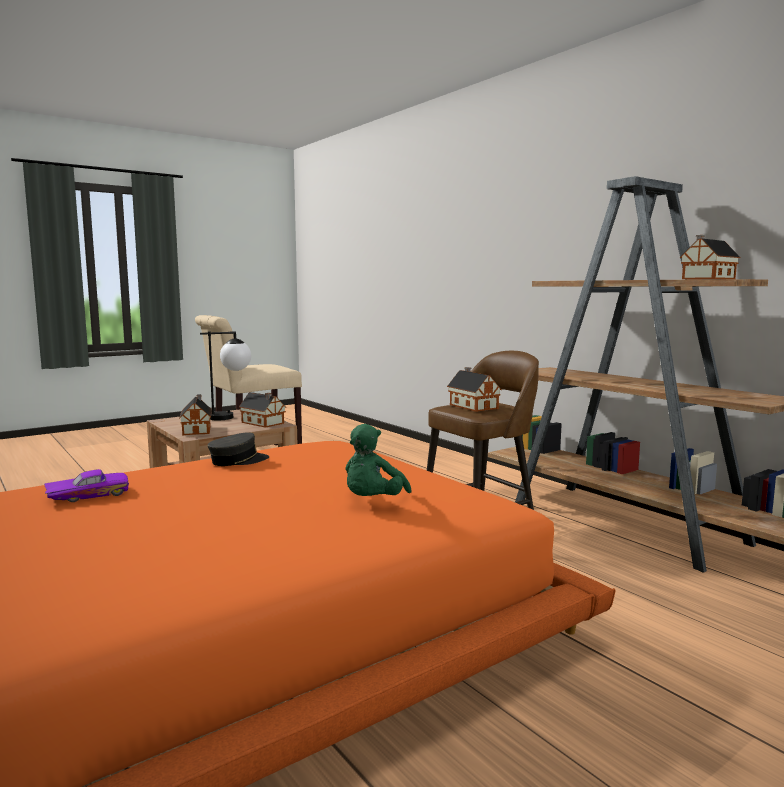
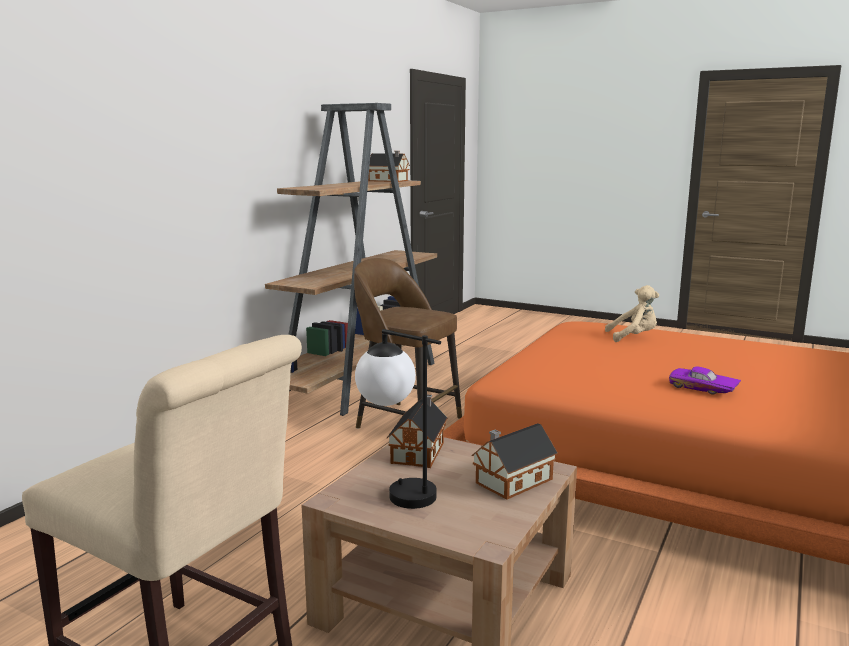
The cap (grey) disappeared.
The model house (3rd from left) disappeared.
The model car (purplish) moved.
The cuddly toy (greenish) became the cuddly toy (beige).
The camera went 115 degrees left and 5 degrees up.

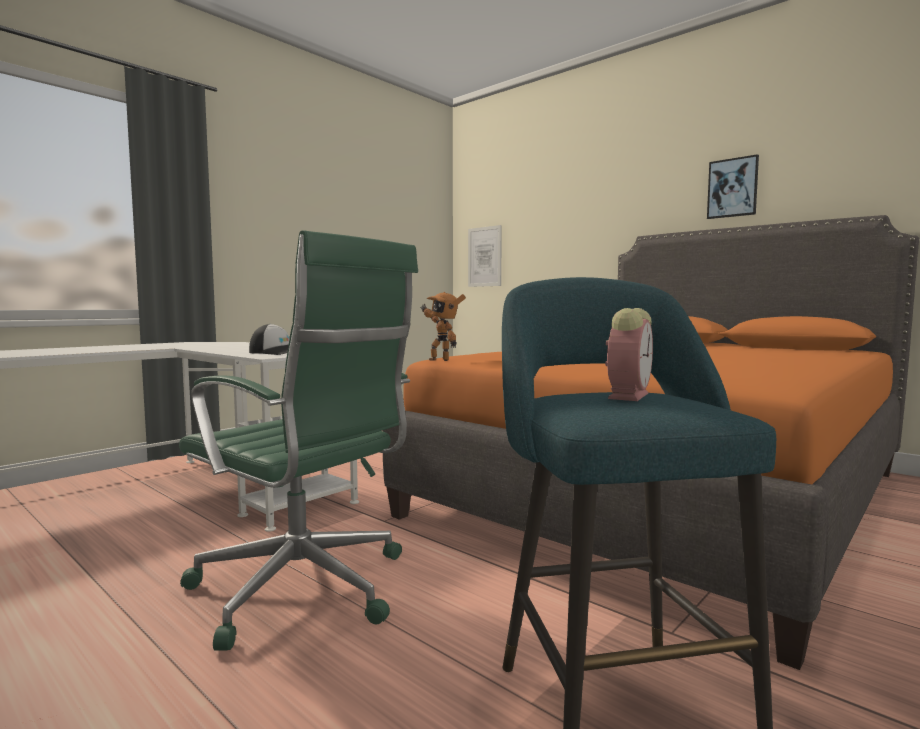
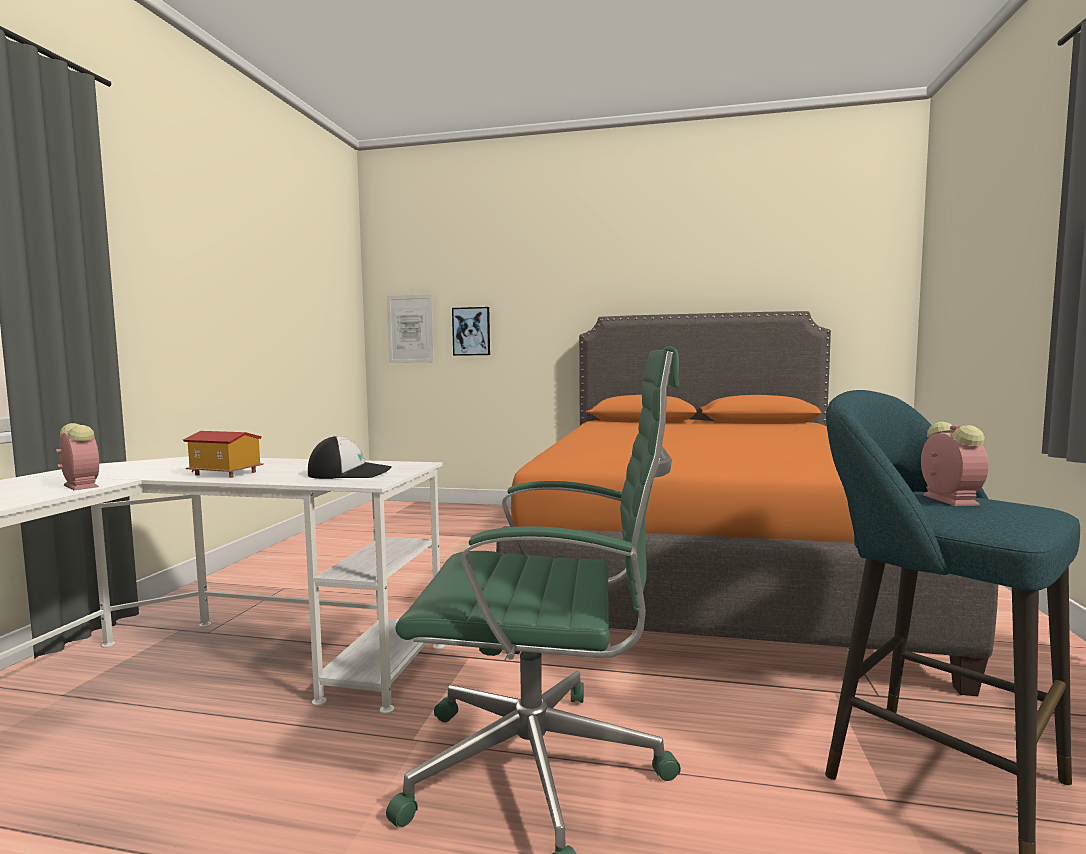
The model robot disappeared.
The alarm clock (1st from left) appeared.
The model house appeared.
The wall art (2nd from left) moved.
The camera went 30 degrees left and 0 degrees up.

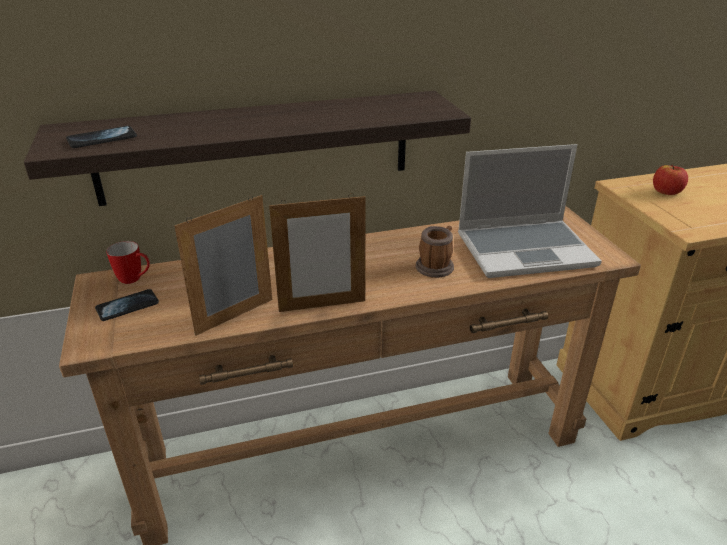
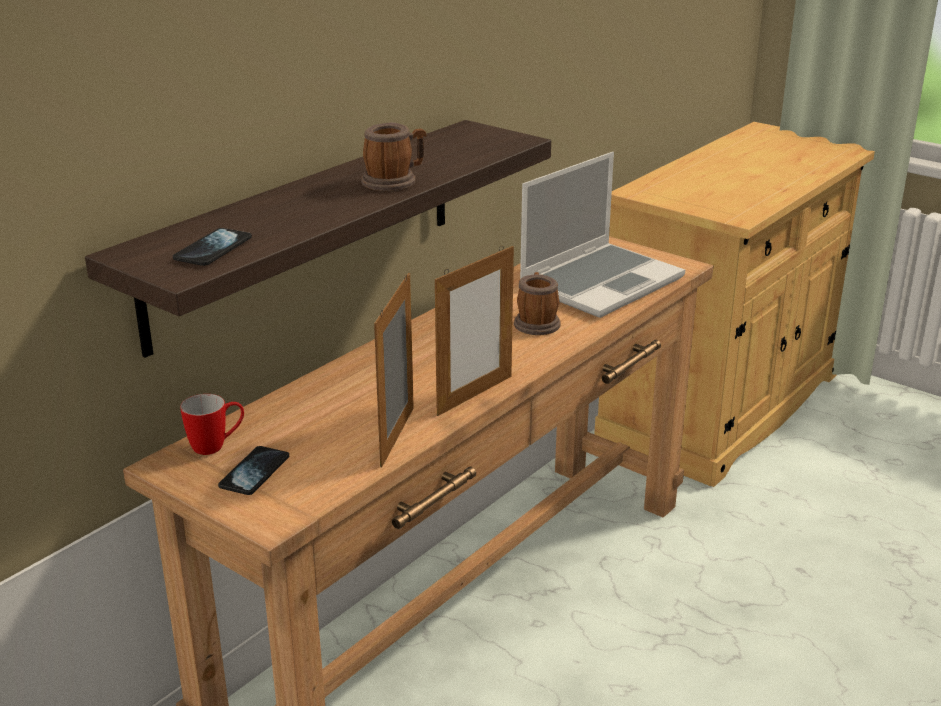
The apple fruit disappeared.
The mug (2nd from left) appeared.
The camera went 35 degrees left and 5 degrees down.

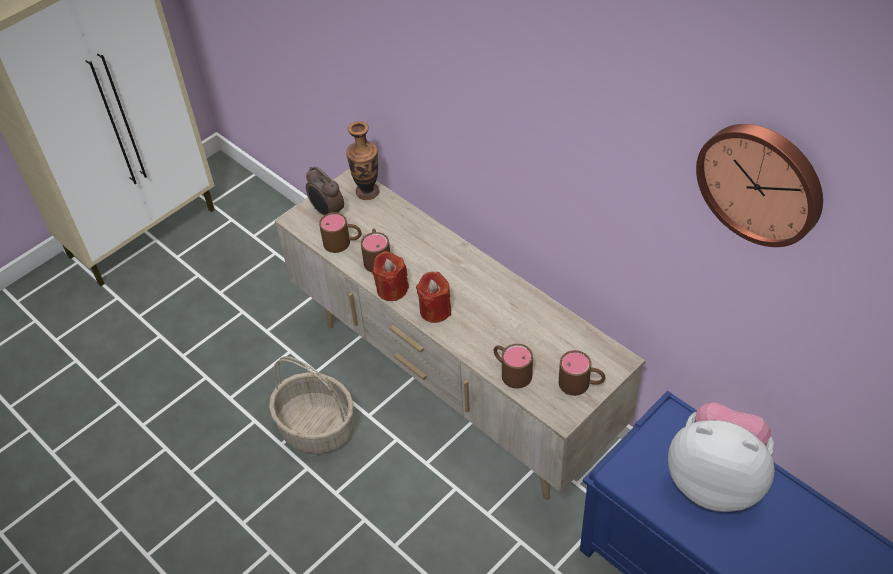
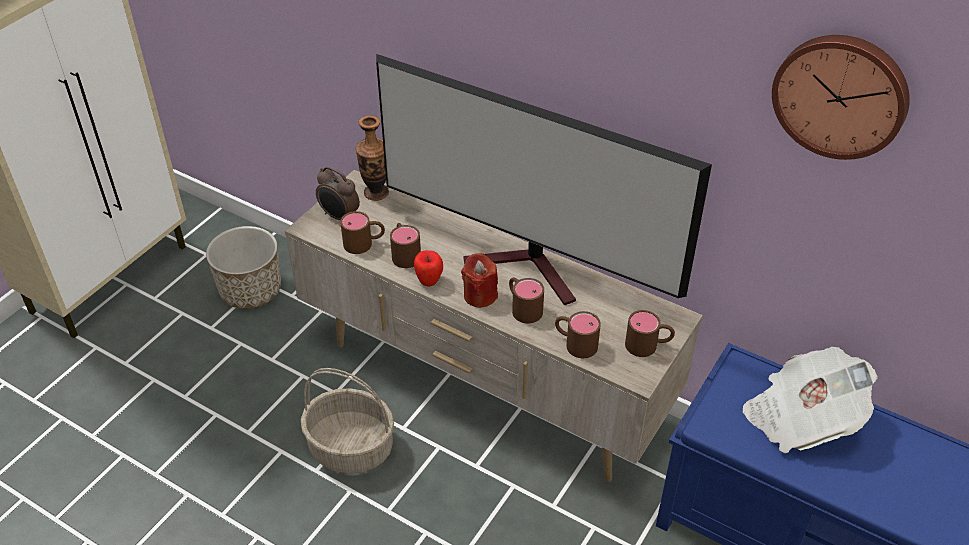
The flower pot appeared.
The TV set appeared.
The mug (brown) (3rd from left) appeared.
The wax light (reddish) (1st from left) was replaced by the apple fruit.
The cuddly toy was replaced by the newspaper.
The camera went 15 degrees left and 5 degrees down.

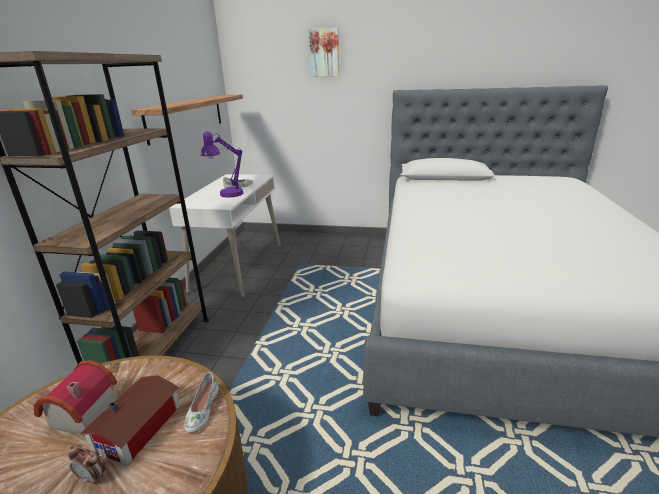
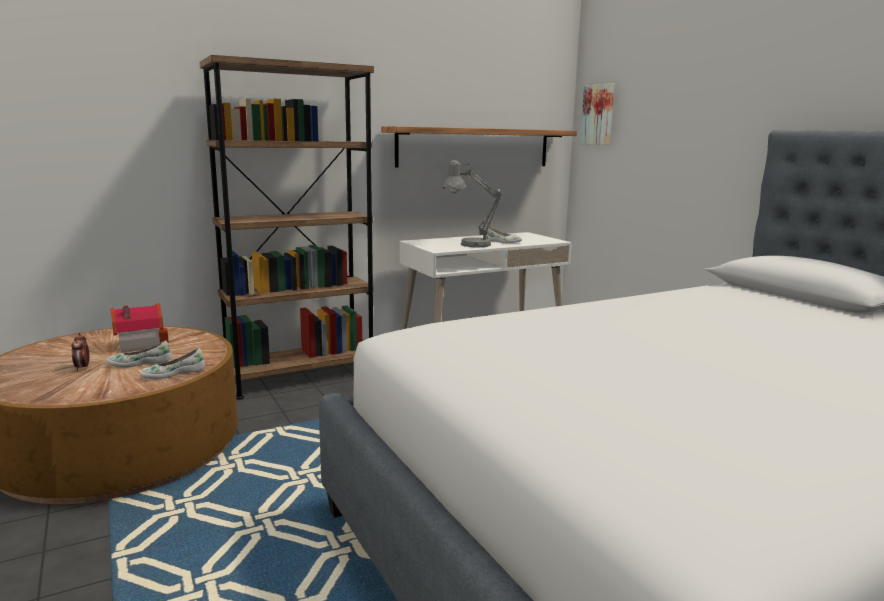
The wall art moved.
The model house (2nd from left) was replaced by the shoe (white) (1st from left).
The tabletop lamp (purplish) became the tabletop lamp (grey).
The camera went 50 degrees right and 10 degrees down.

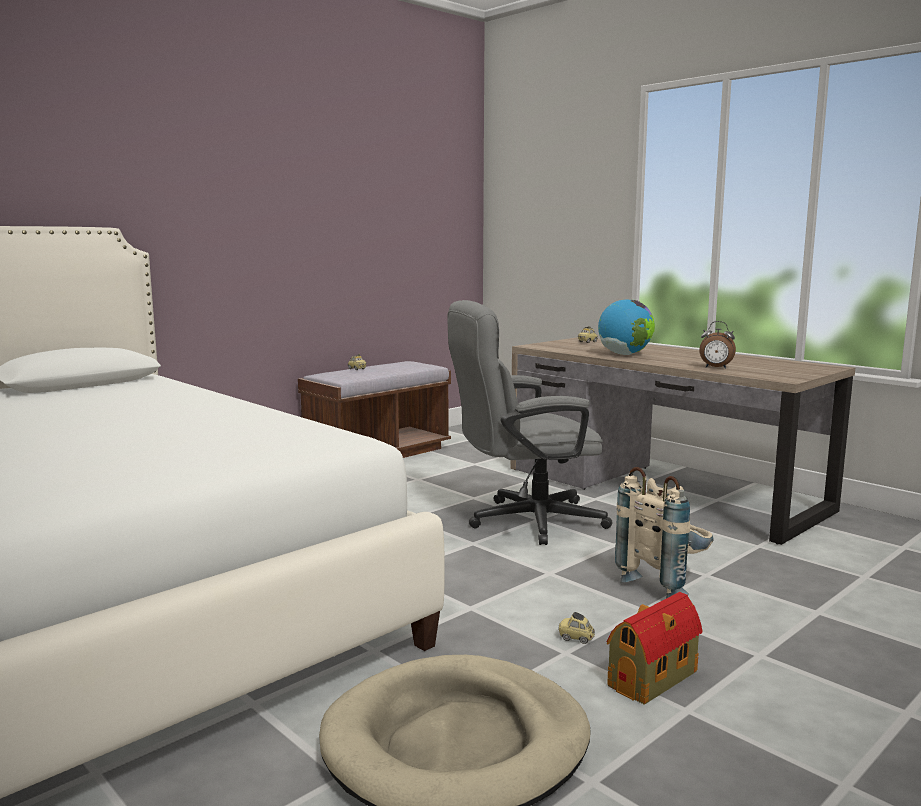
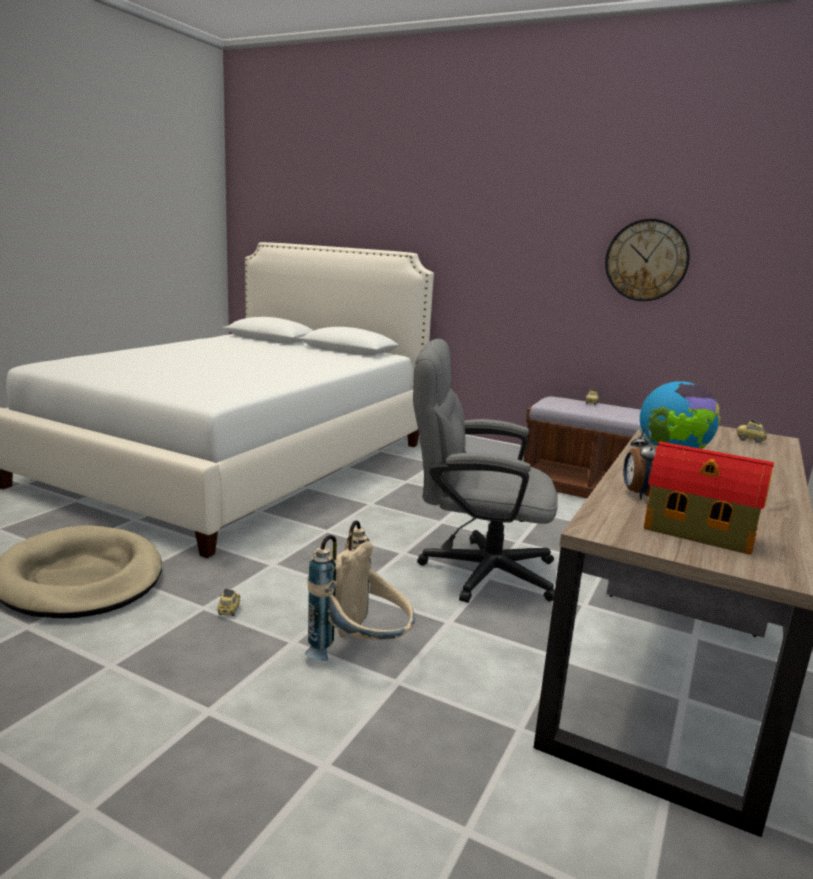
The hanging clock appeared.
The model house moved.
The computer chair (grey) turned 45 degrees counterclockwise.
The camera went 70 degrees right and 5 degrees up.

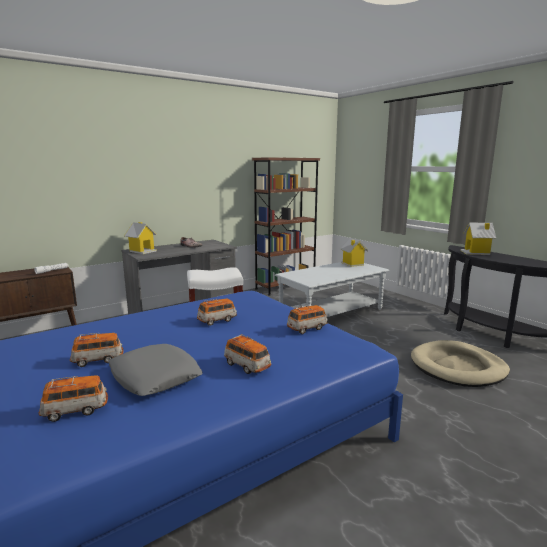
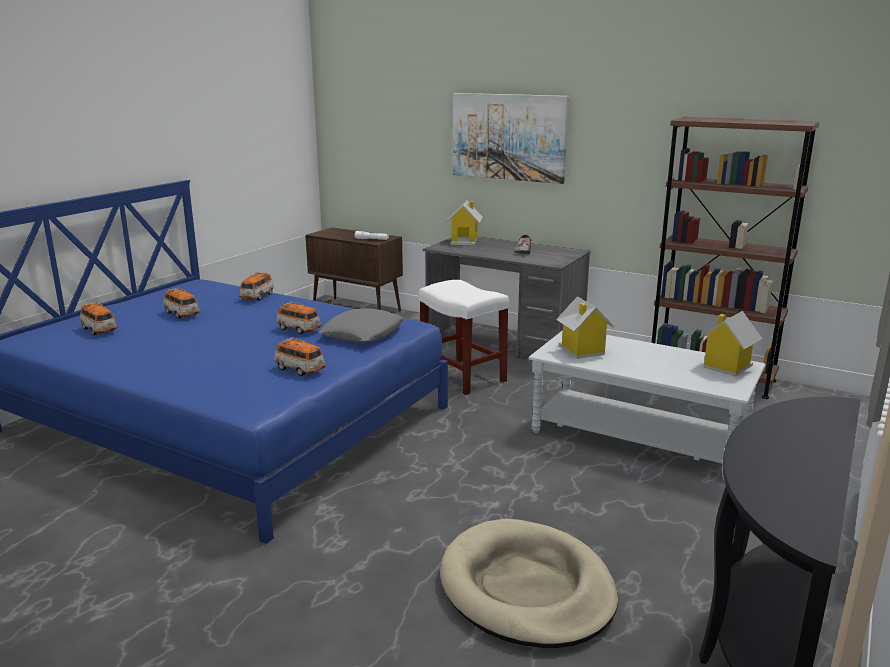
The wall art appeared.
The cushion (grey) moved.
The model car (4th from left in the first image) moved.
The model house (3rd from left in the first image) moved.
The camera went 65 degrees right and 5 degrees up.

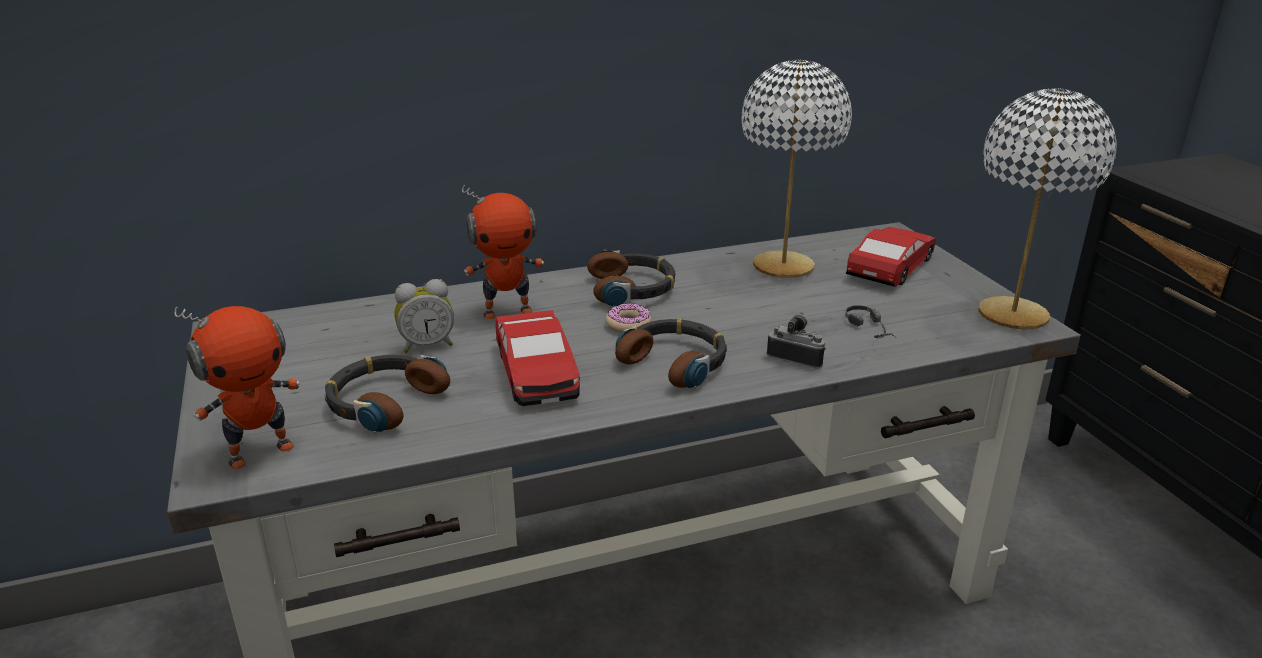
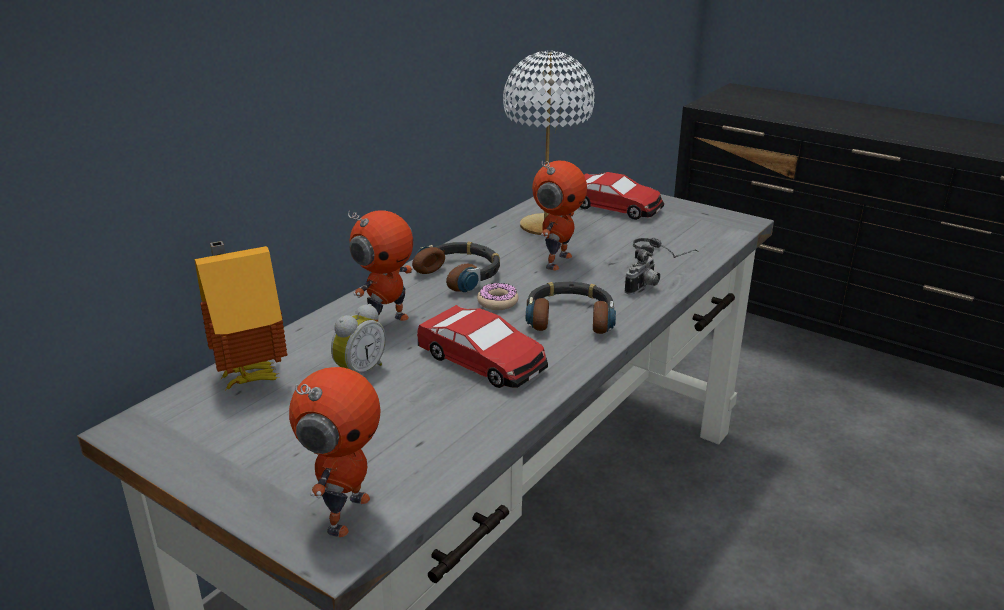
The headphones (1st from left) disappeared.
The tabletop lamp (white) (2nd from left) disappeared.
The model house appeared.
The model robot (3rd from left) appeared.
The still camera turned 135 degrees clockwise.
The model car (2nd from left) turned 120 degrees clockwise.
The camera went 35 degrees left and 0 degrees up.

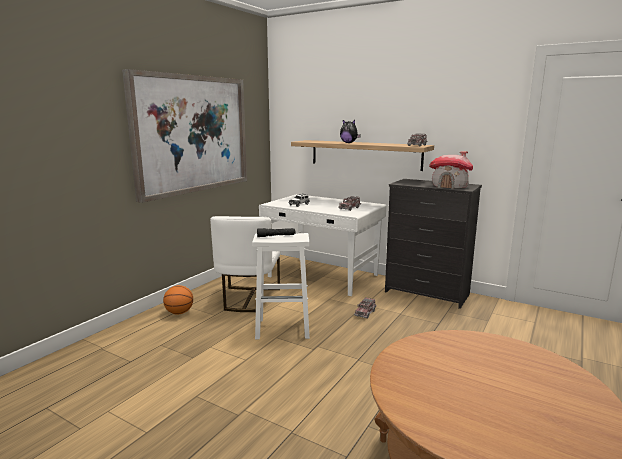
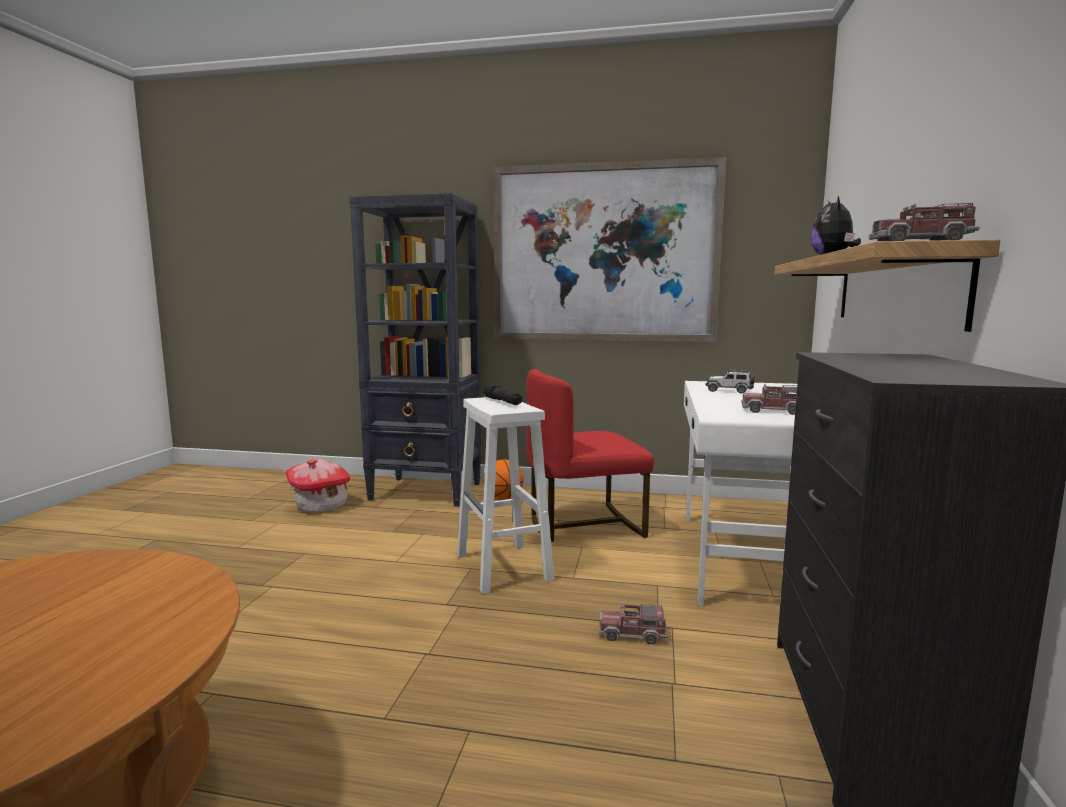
The bookcase (black) appeared.
The model house moved.
The plain chair (white) became the plain chair (reddish).
The camera went 70 degrees right and 5 degrees down.

